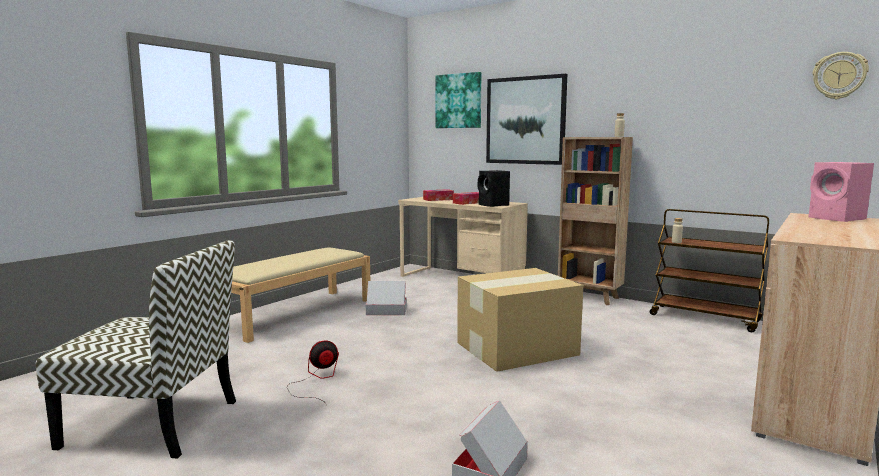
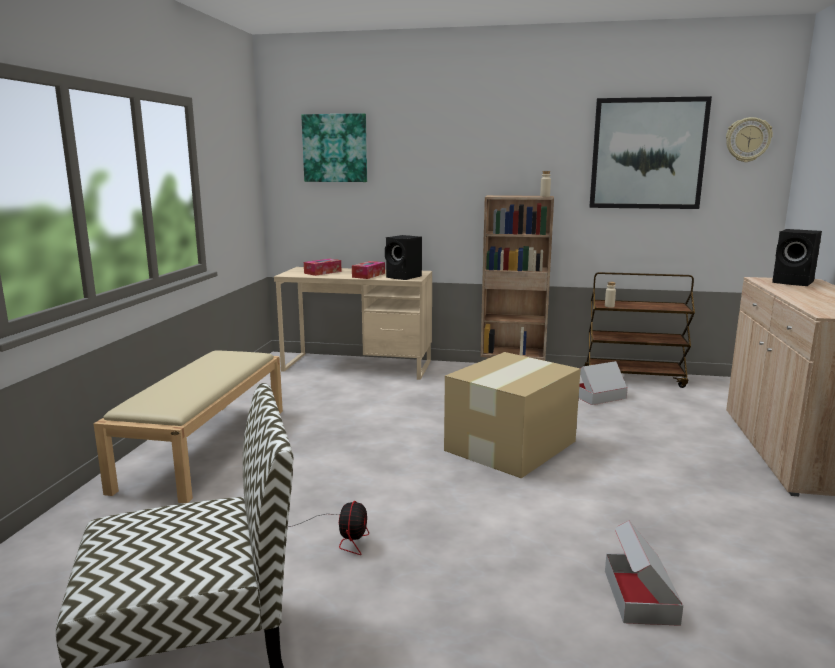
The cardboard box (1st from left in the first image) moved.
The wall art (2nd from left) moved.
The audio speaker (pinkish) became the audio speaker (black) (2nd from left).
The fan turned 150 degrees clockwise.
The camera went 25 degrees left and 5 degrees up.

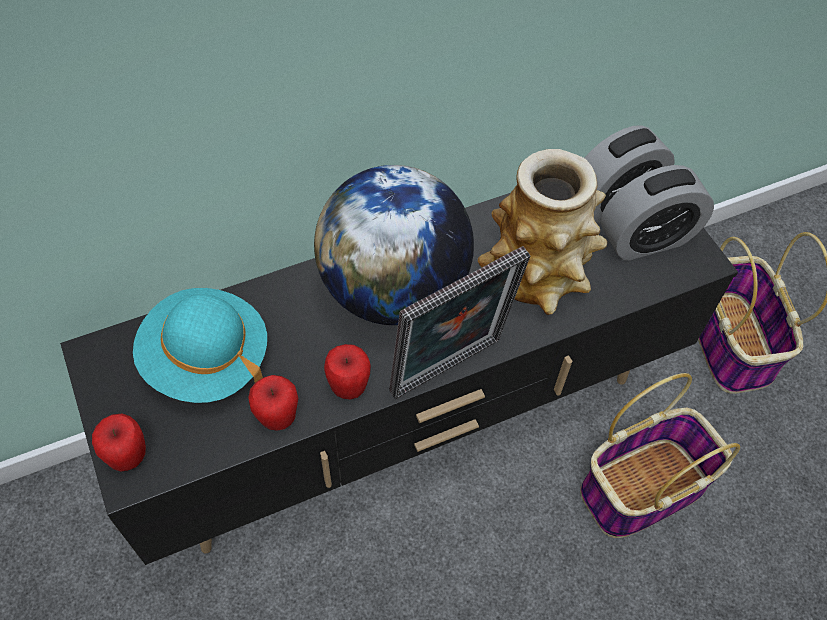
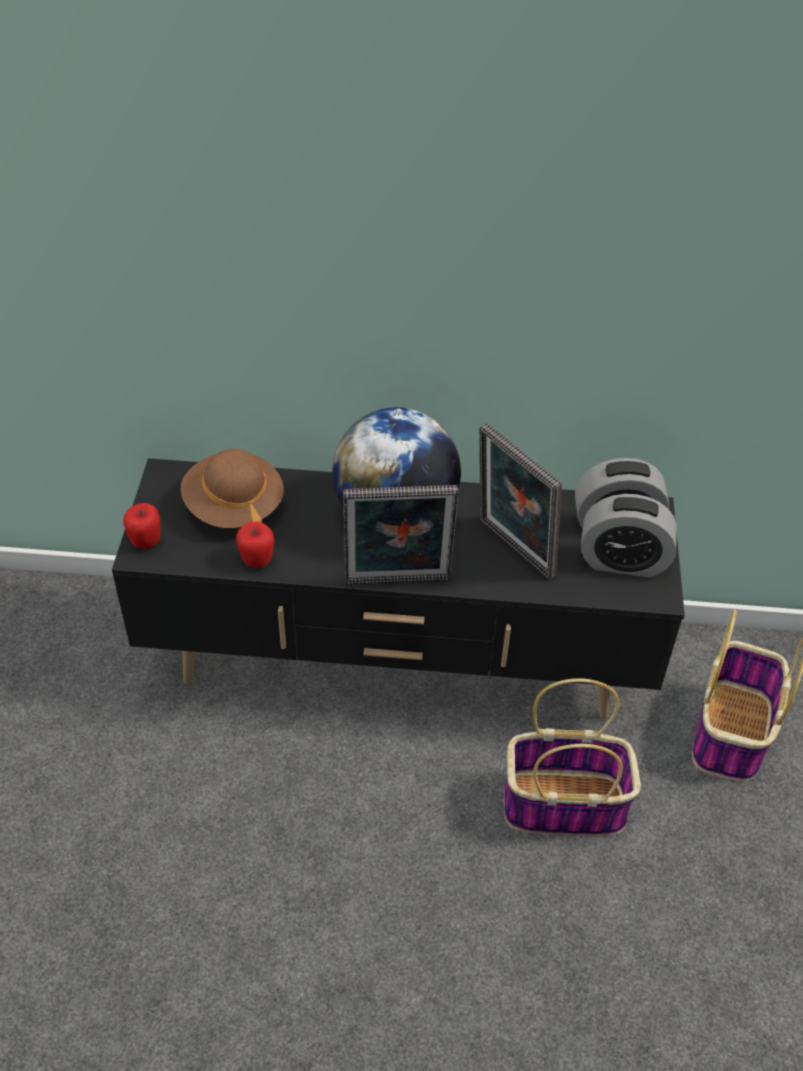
The apple fruit (3rd from left) disappeared.
The vase was replaced by the photo frame (2nd from left).
The clothing hat (turquoise-coloured) became the clothing hat (brown).
The camera went 30 degrees right and 10 degrees down.

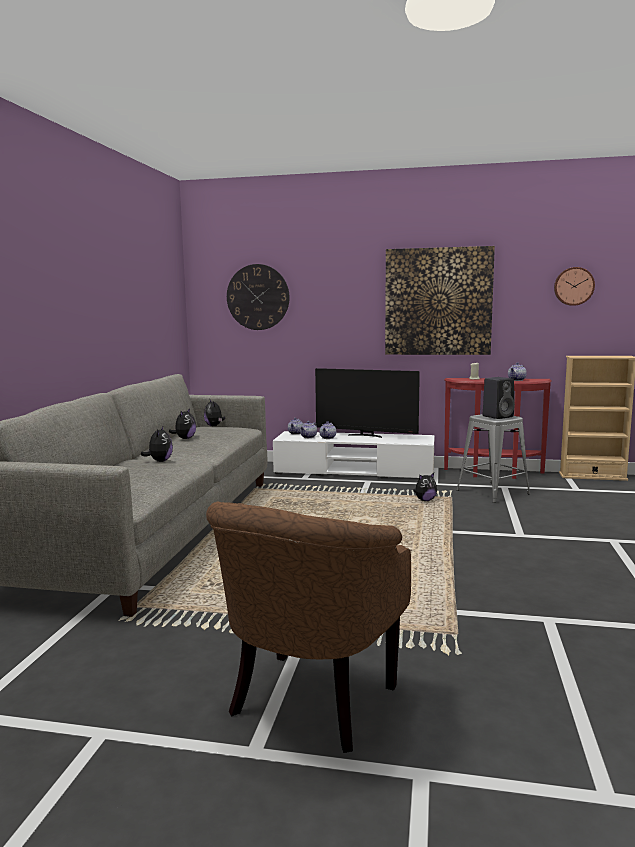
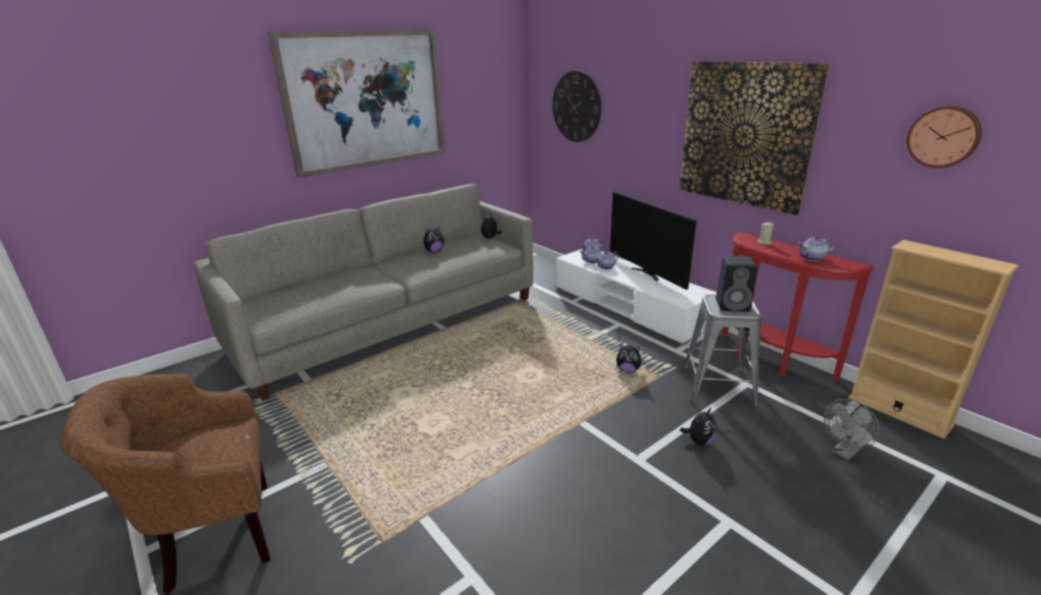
The wall art (1st from left) appeared.
The fan (grey) appeared.
The cuddly toy (1st from left in the first image) moved.
The camera went 40 degrees right and 15 degrees up.

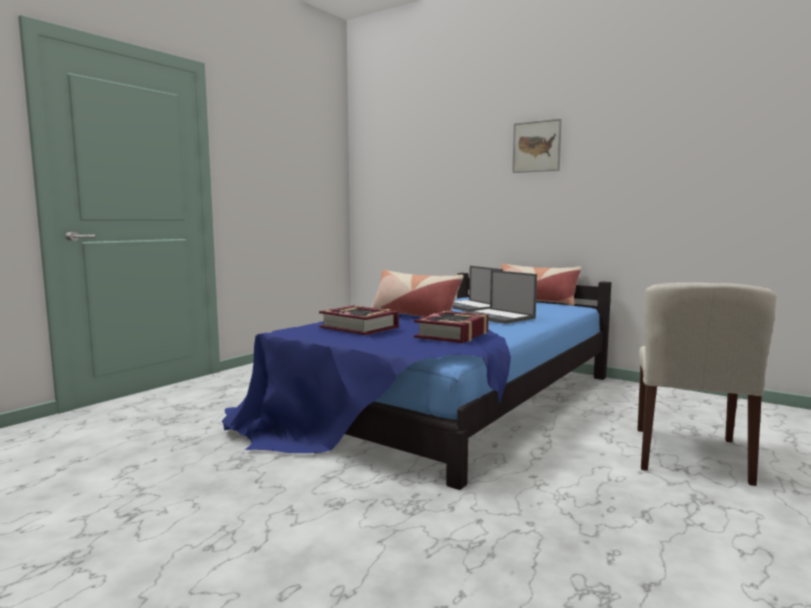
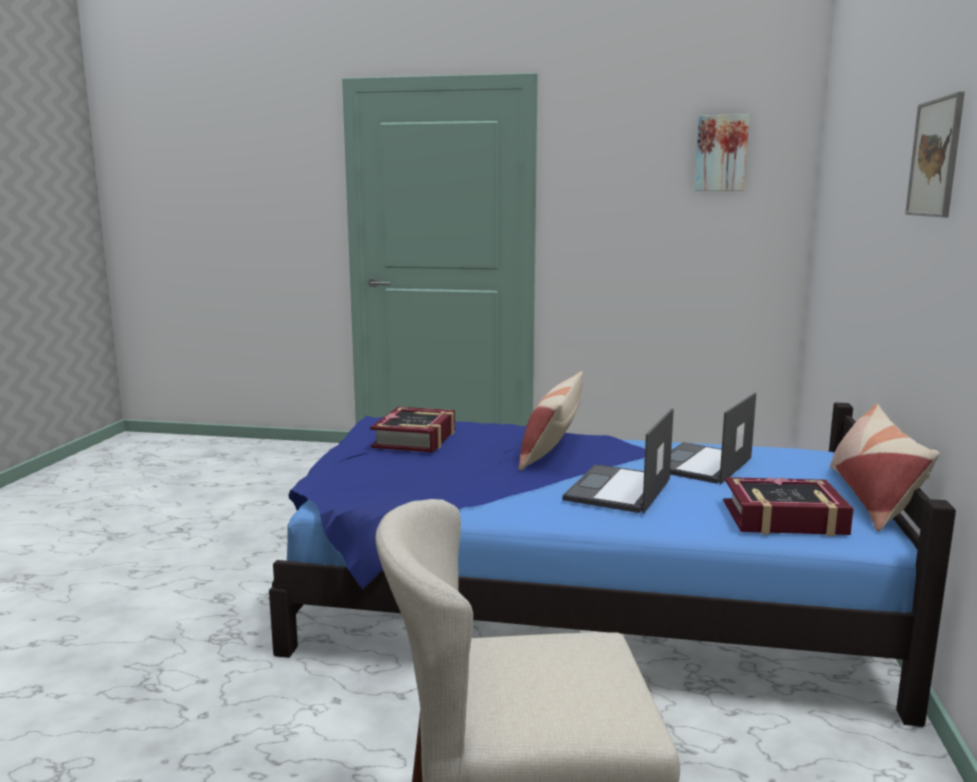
The wall art (1st from left) appeared.
The bound book (2nd from left) moved.
The camera went 65 degrees right and 5 degrees up.

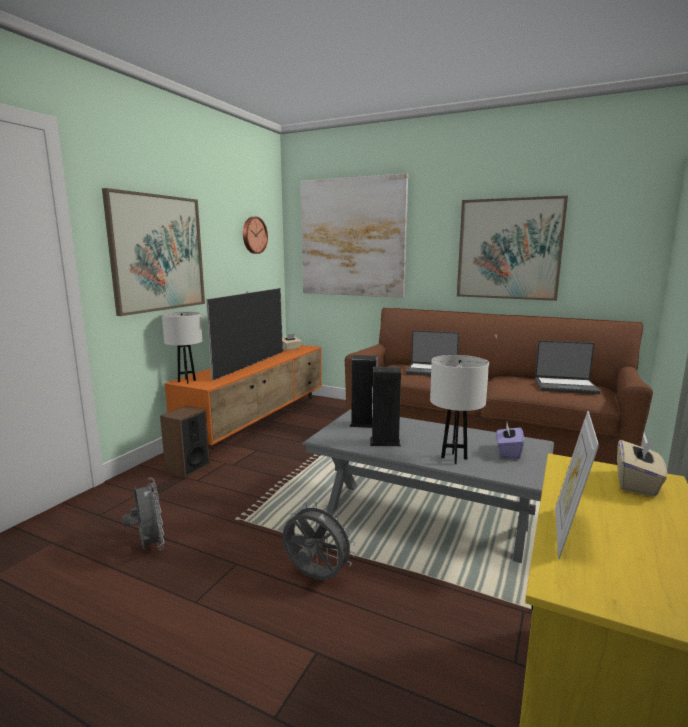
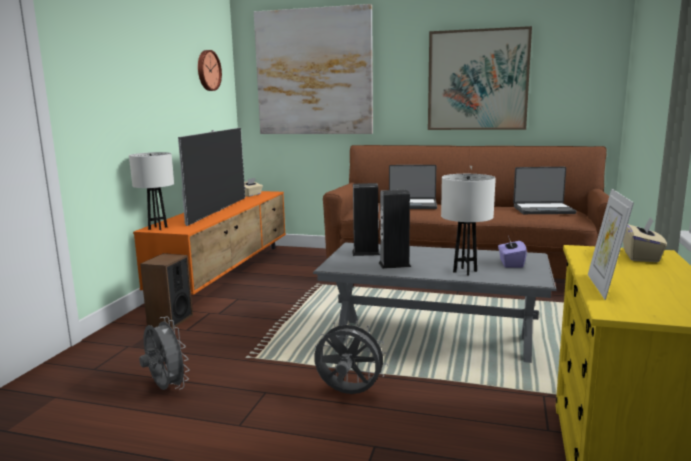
The wall art (1st from left) disappeared.
The camera went 10 degrees left and 0 degrees up.

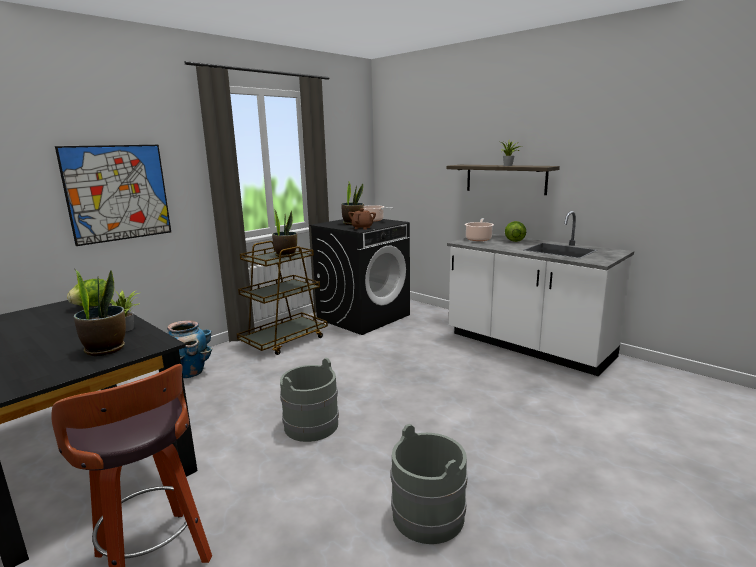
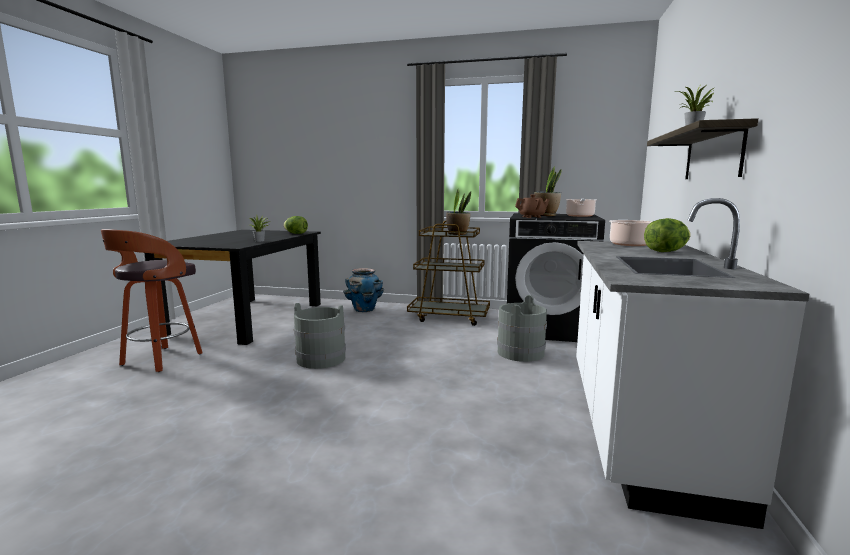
The wall art disappeared.
The potted plant (1st from left) disappeared.
The bucket (grey) (2nd from left) moved.
The camera went 60 degrees right and 5 degrees down.

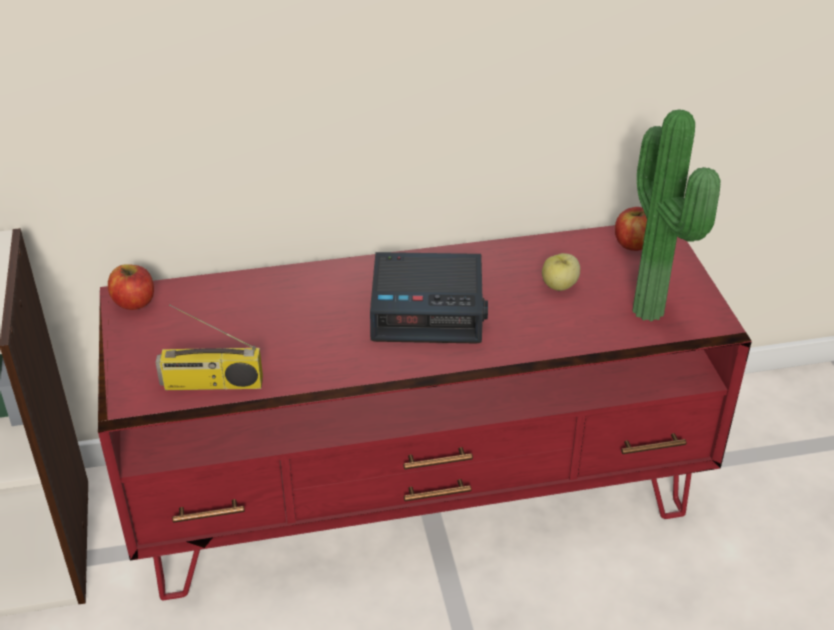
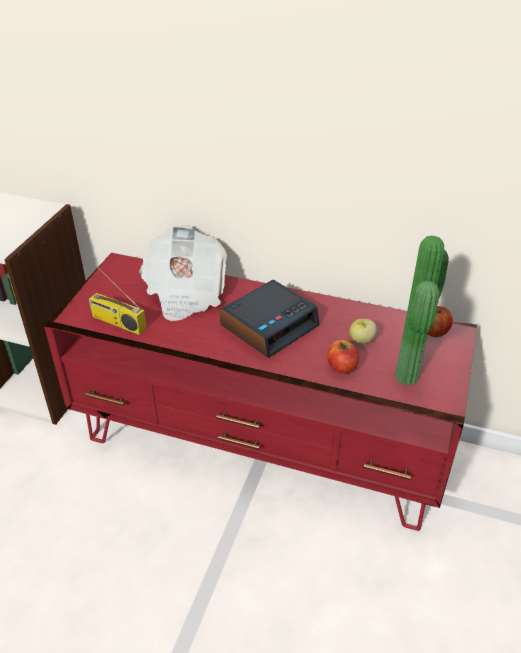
The newspaper appeared.
The apple fruit (1st from left) moved.
The alarm clock turned 75 degrees counterclockwise.
The camera went 30 degrees right and 0 degrees up.

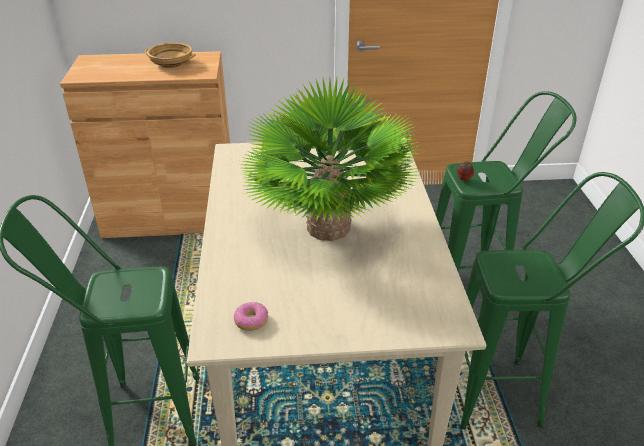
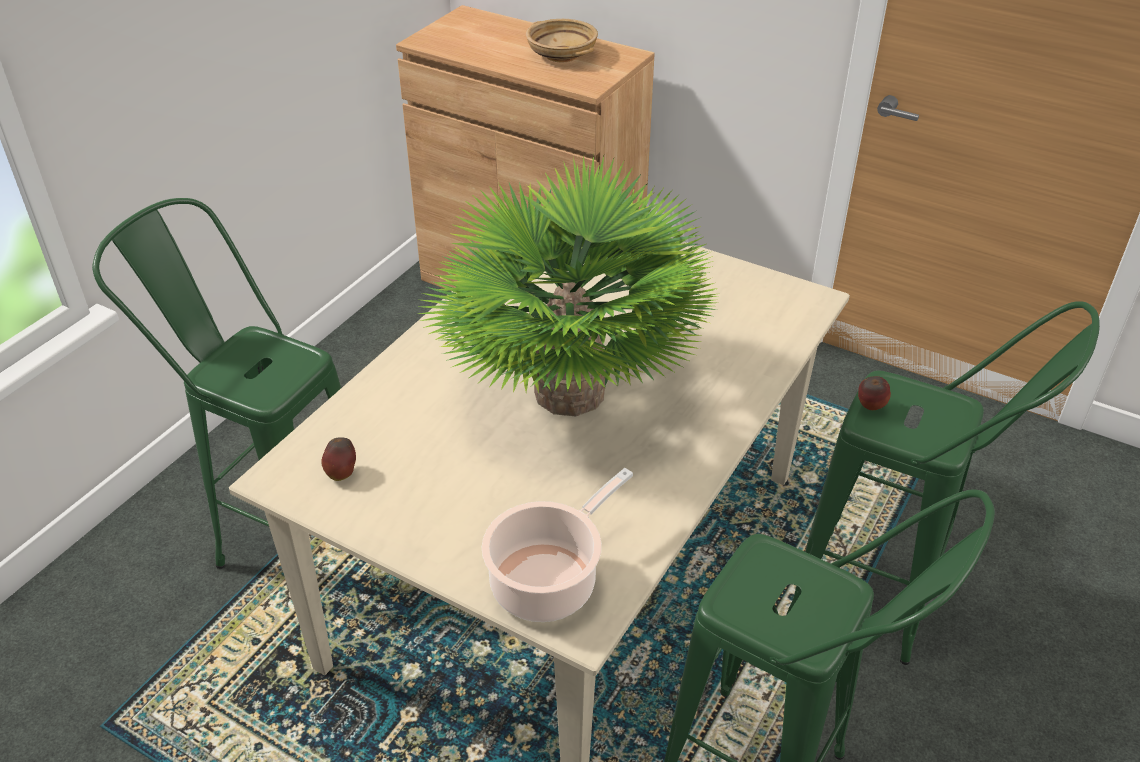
The saucepot appeared.
The ring doughnut was replaced by the apple fruit (1st from left).
The camera went 35 degrees right and 5 degrees up.

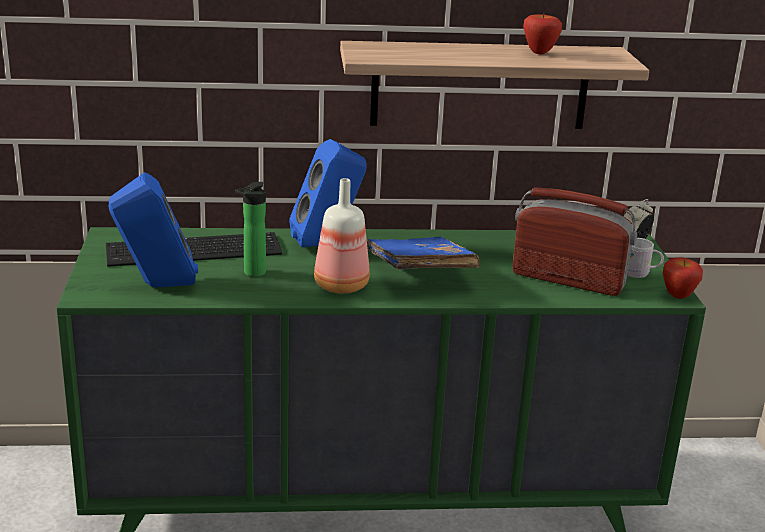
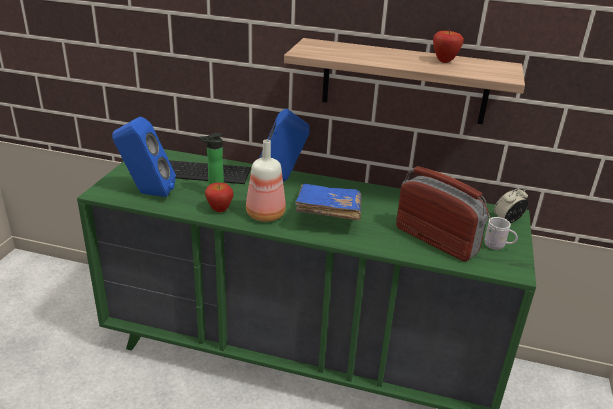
The apple fruit (2nd from left in the first image) moved.
The camera went 20 degrees right and 5 degrees up.

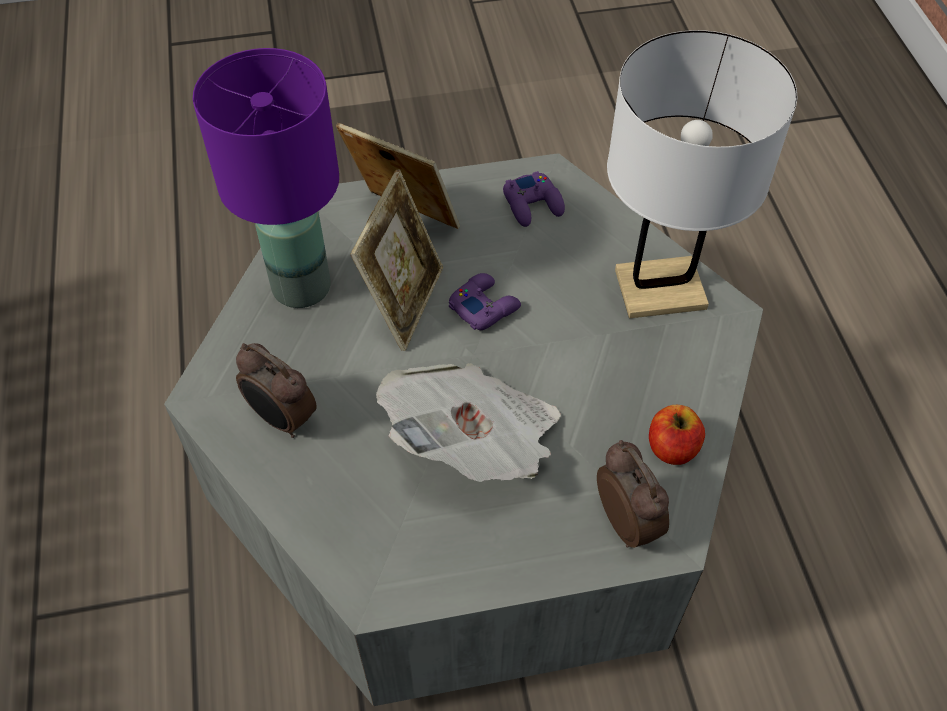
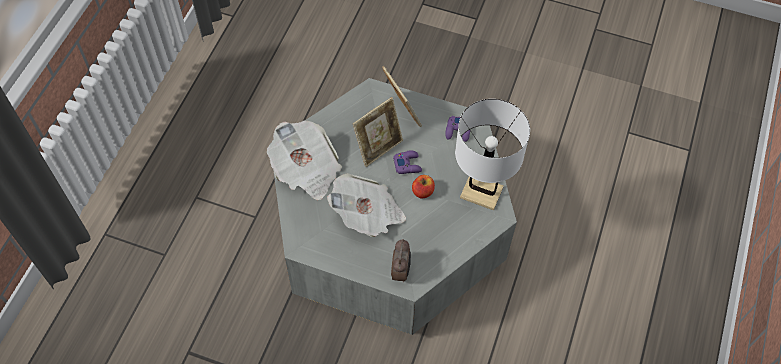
The tabletop lamp (purplish) disappeared.
The apple fruit moved.
The alarm clock (1st from left) was replaced by the newspaper (1st from left).
The camera went 30 degrees right and 5 degrees up.

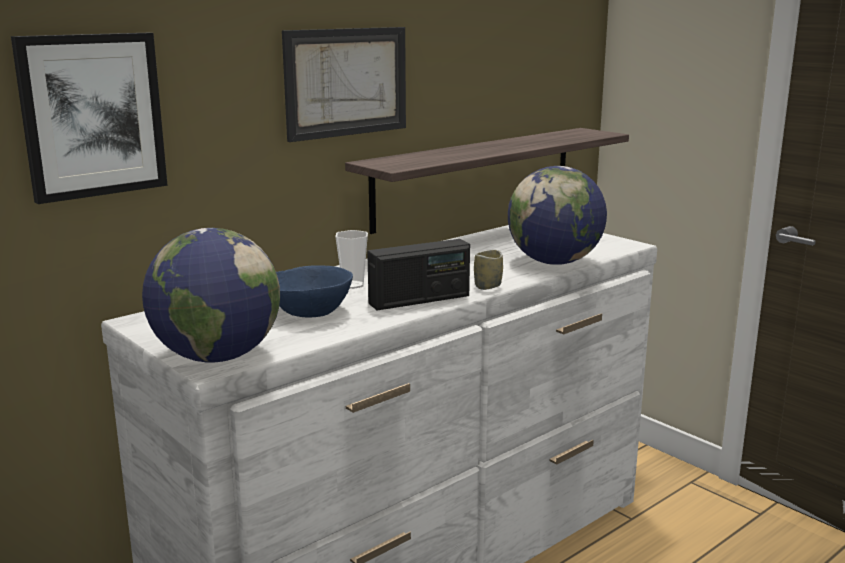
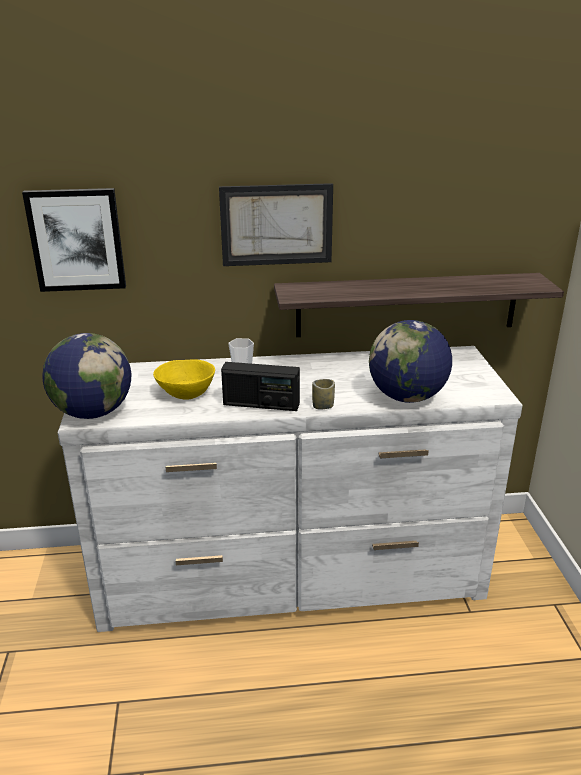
The bowl (blue-coloured) became the bowl (yellow-coloured).
The camera went 35 degrees right and 10 degrees up.

